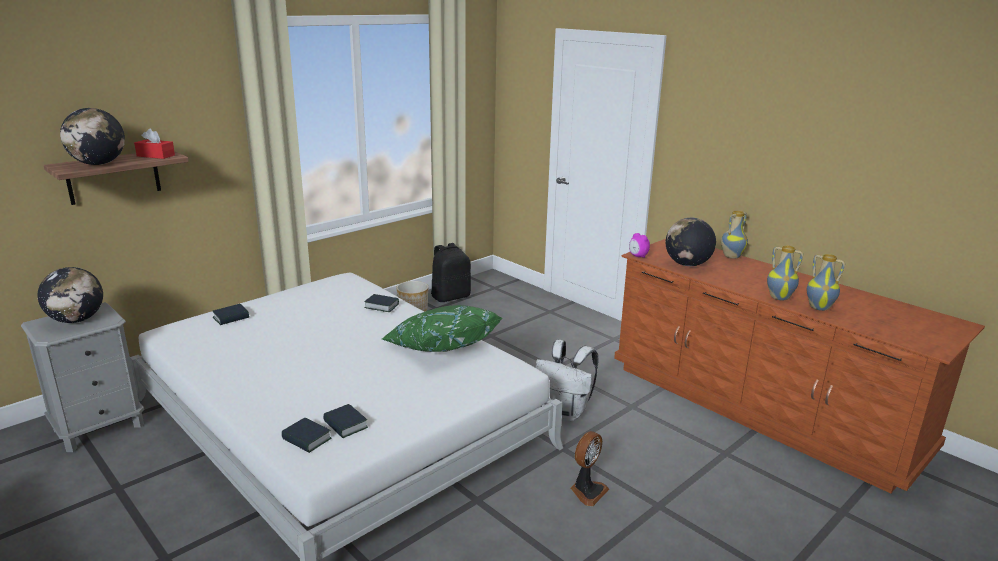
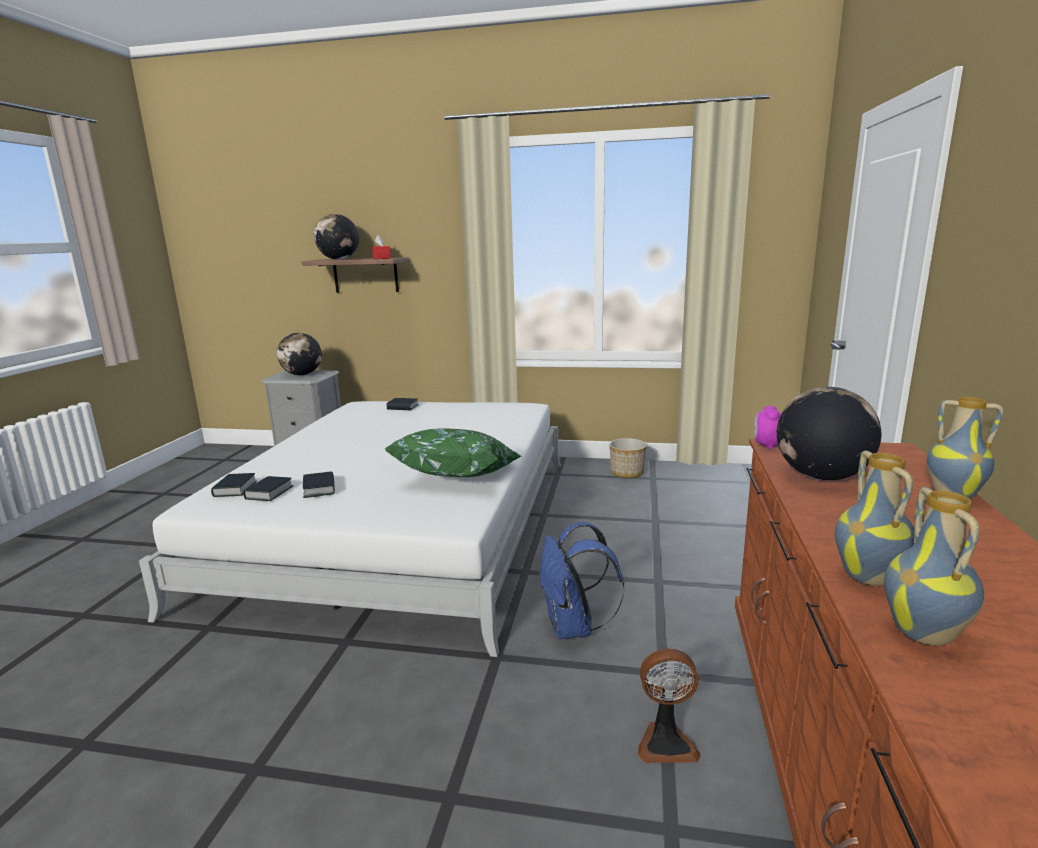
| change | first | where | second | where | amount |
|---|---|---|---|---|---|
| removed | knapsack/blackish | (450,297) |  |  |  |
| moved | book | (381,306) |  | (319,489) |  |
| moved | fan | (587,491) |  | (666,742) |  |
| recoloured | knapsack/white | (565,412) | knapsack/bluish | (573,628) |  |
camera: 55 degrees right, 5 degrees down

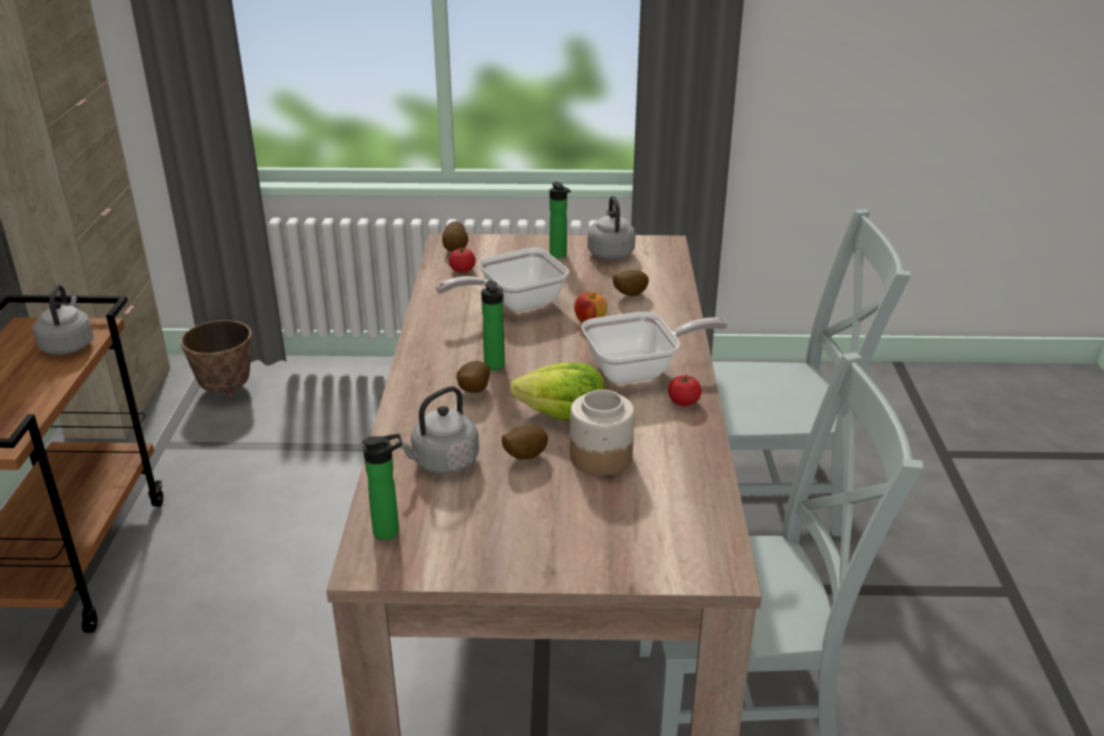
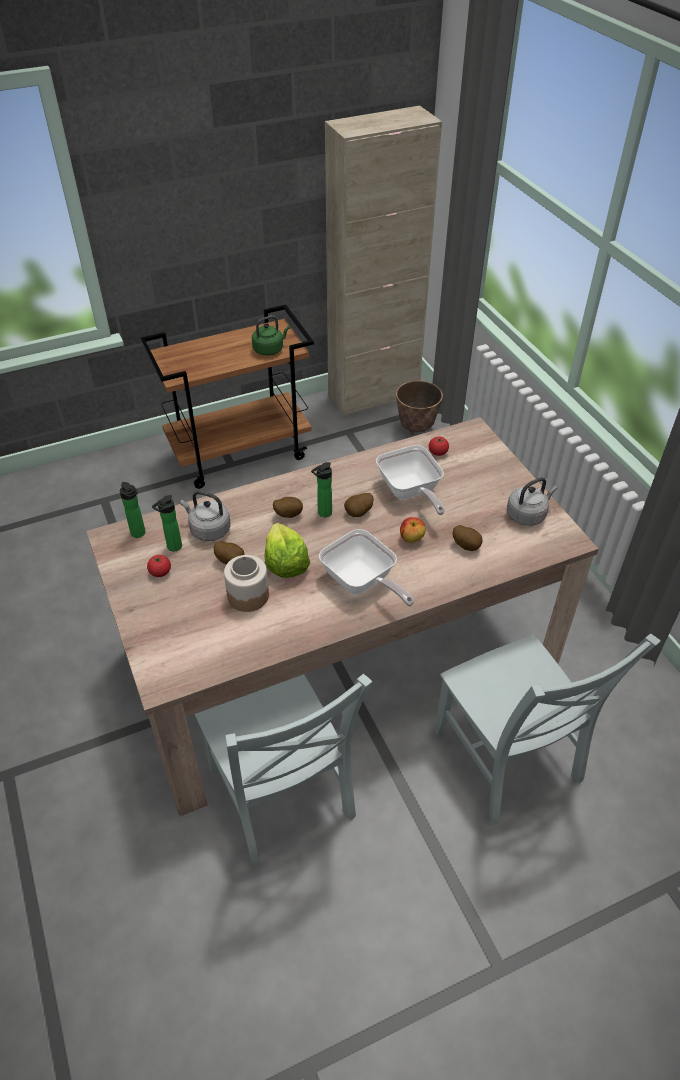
| change | first | where | second | where | amount |
|---|---|---|---|---|---|
| moved | potato | (456,250) |  | (359,513) |  |
| moved | bottle | (559,255) |  | (172,547) |  |
| moved | fresh tomato | (683,402) |  | (160,572) |  |
| recoloured | tea kettle/grey | (68,345) | tea kettle/green-coloured | (269,349) |  |
| turned | frying pan | (514,303) |  | (410,493) | 150 degrees counterclockwise |
camera: 65 degrees right, 15 degrees up

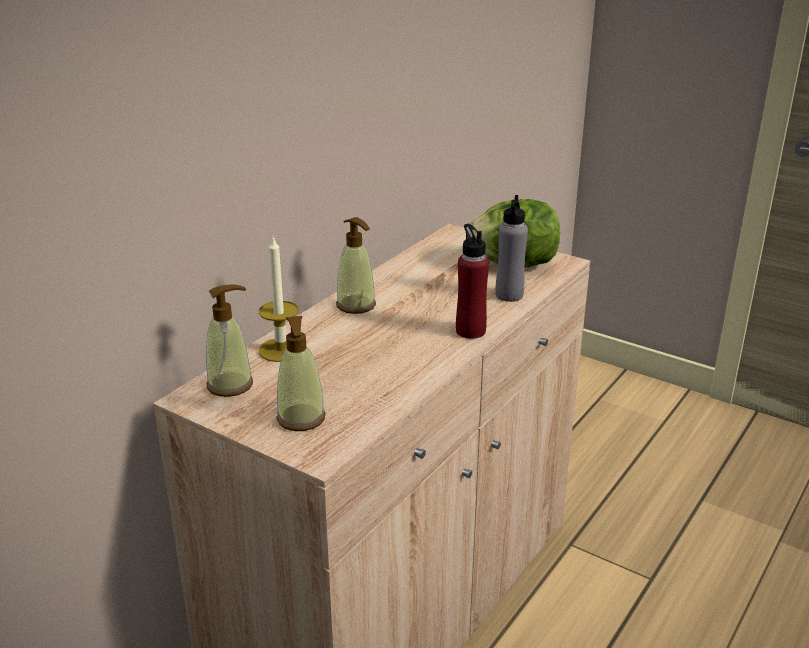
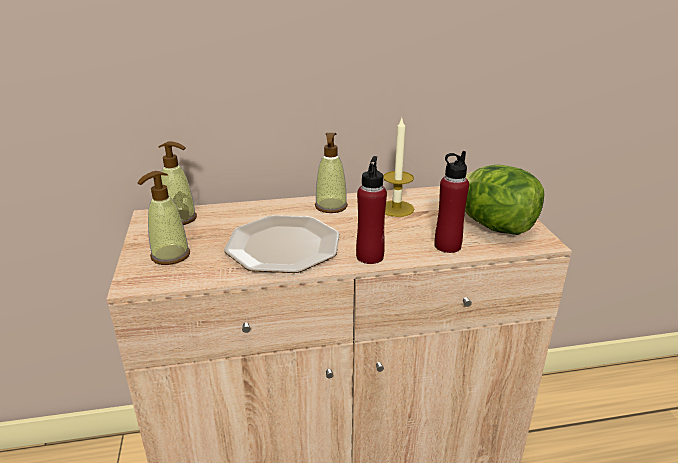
| change | first | where | second | where | amount |
|---|---|---|---|---|---|
| added |  |  | dinner plate | (284,245) |  |
| moved | wax light | (281,350) |  | (396,208) |  |
| recoloured | bottle/grey | (509,295) | bottle/red-coloured | (447,246) |  |
camera: 45 degrees right, 0 degrees up

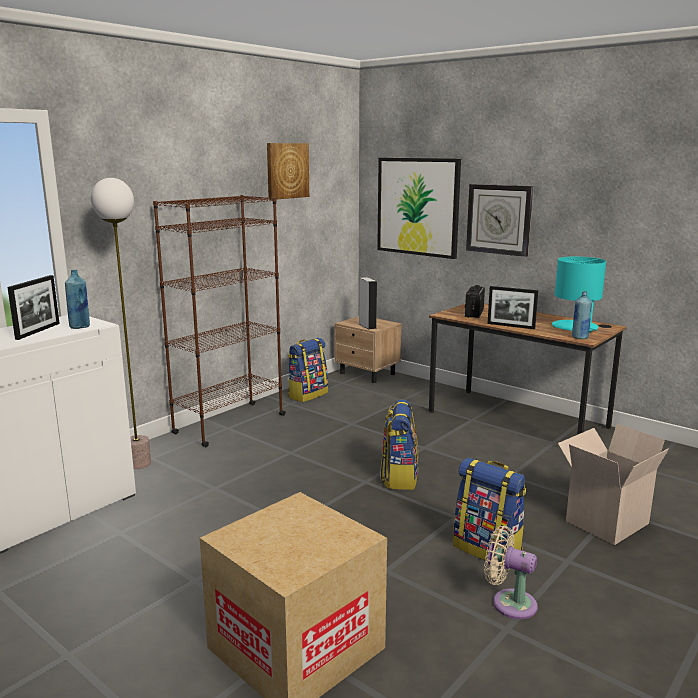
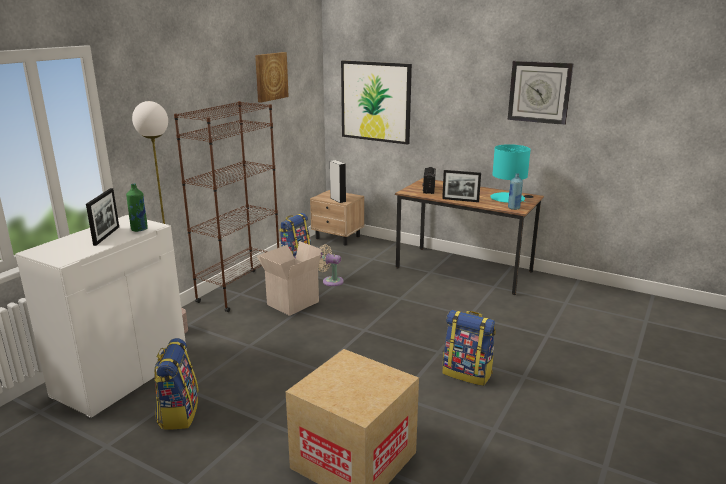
| change | first | where | second | where | amount |
|---|---|---|---|---|---|
| moved | knapsack | (399,477) |  | (178,413) |  |
| moved | wall clock | (499,219) |  | (539,92) |  |
| moved | fan/beige | (509,603) |  | (330,281) |  |
| moved | cardboard box | (605,521) |  | (292,302) |  |
| recoloured | bottle/bluish | (80,327) | bottle/green-coloured | (139,229) |  |
camera: 10 degrees left, 5 degrees up

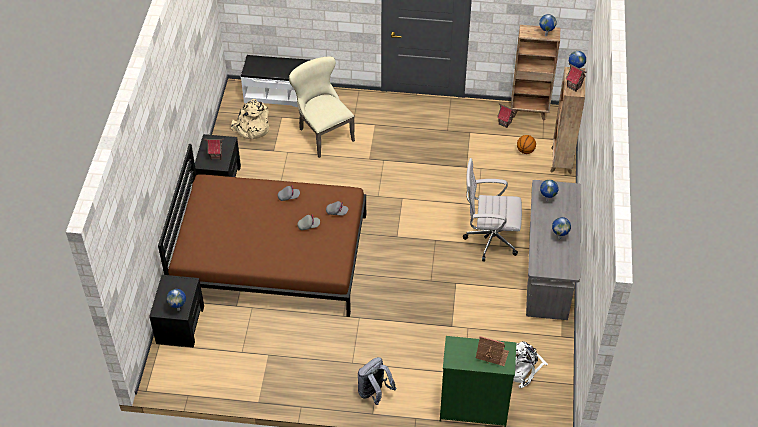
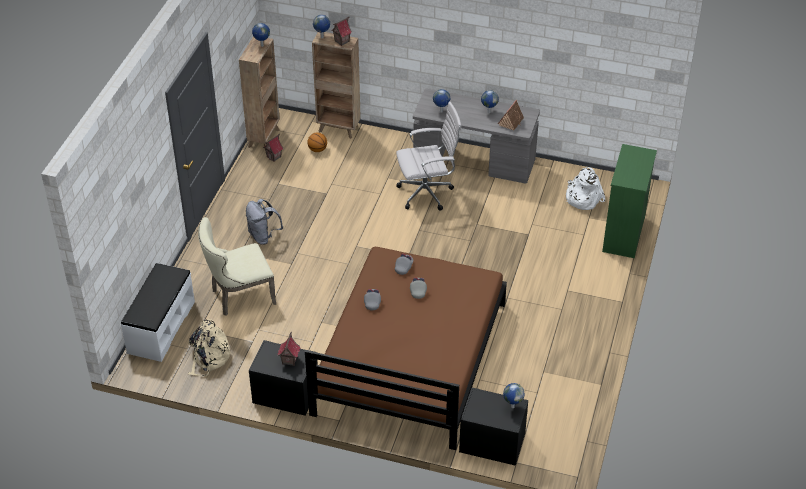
| change | first | where | second | where | amount |
|---|---|---|---|---|---|
| moved | knapsack/grey | (374,393) |  | (263,236) |  |
| moved | model house | (492,354) |  | (511,121) |  |
| turned | computer chair/white | (489,240) |  | (428,193) | 120 degrees counterclockwise |
camera: 80 degrees left, 5 degrees down

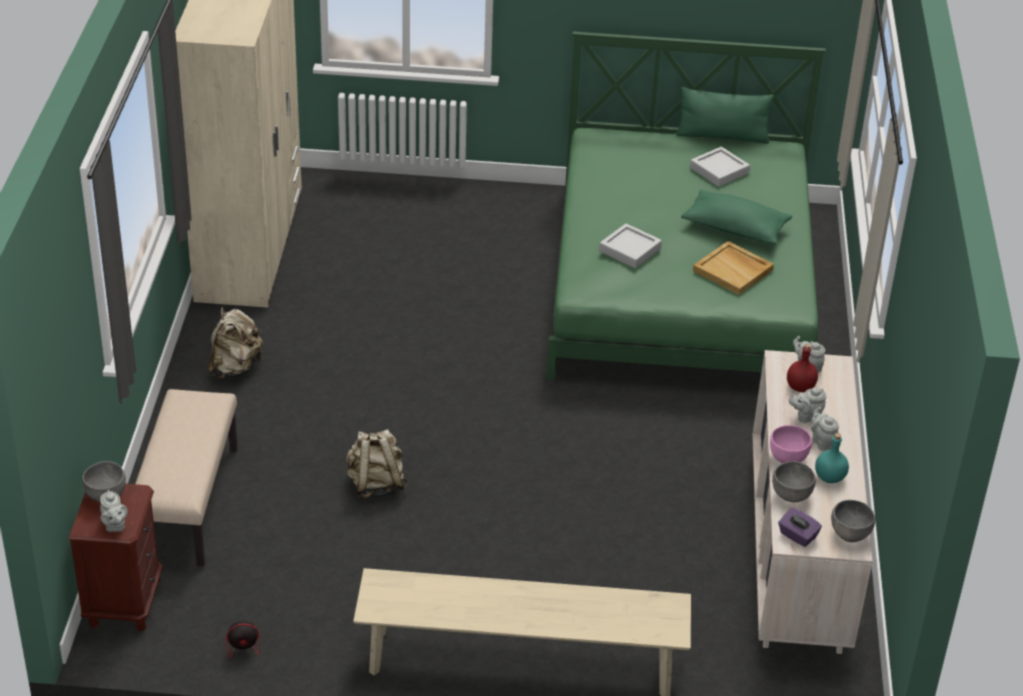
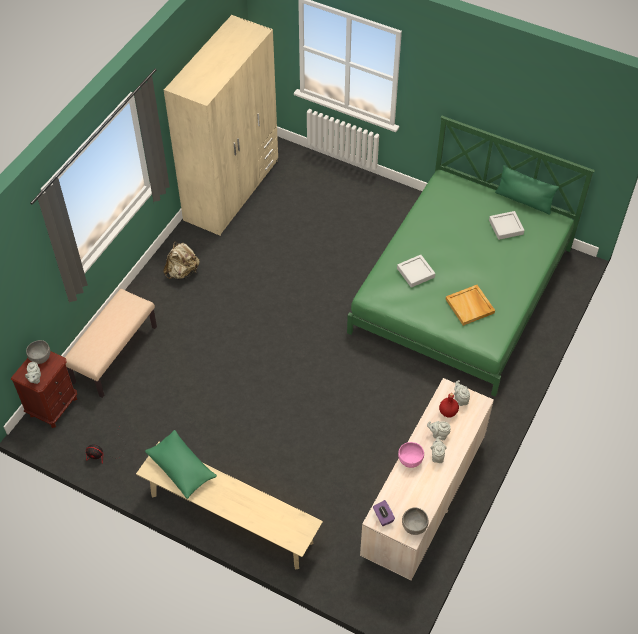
| change | first | where | second | where | amount |
|---|---|---|---|---|---|
| removed | knapsack/beige | (375,485) |  |  |  |
| removed | bowl/grey | (791,495) |  |  |  |
| removed | bottle/turquoise-coloured | (830,478) |  |  |  |
| moved | cushion/green-coloured | (735,229) |  | (181,468) |  |
camera: 25 degrees right, 15 degrees up

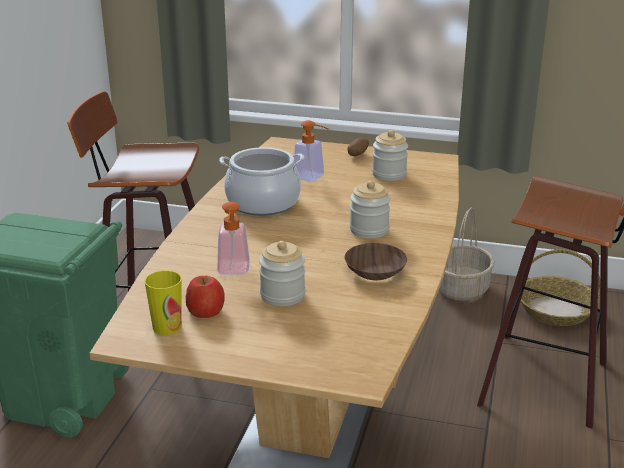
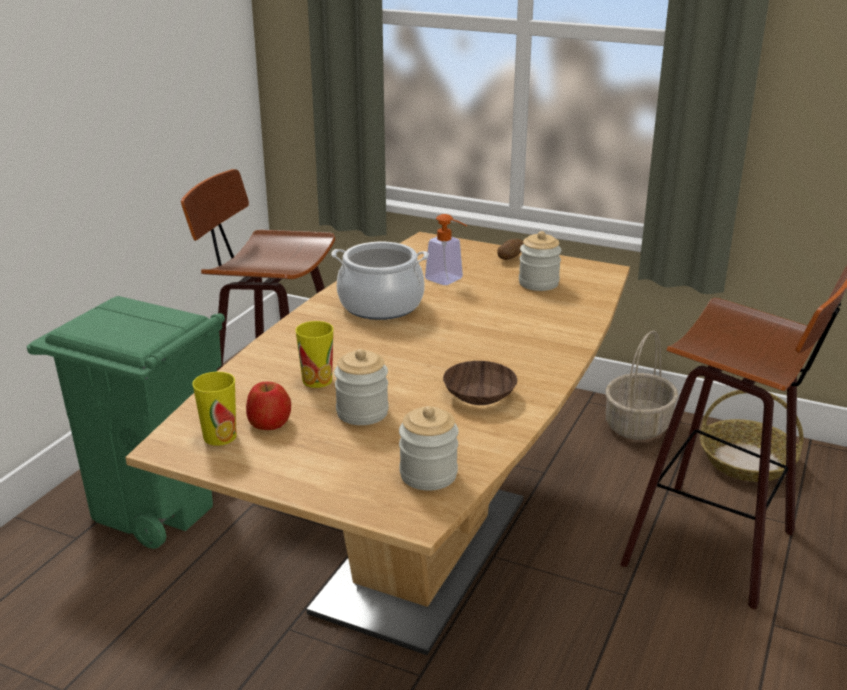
| change | first | where | second | where | amount |
|---|---|---|---|---|---|
| moved | storage jar | (369,230) |  | (428,474) |  |
| replaced | soap dispenser | (233,271) | small cup | (317,380) |  |
camera: 10 degrees right, 0 degrees up

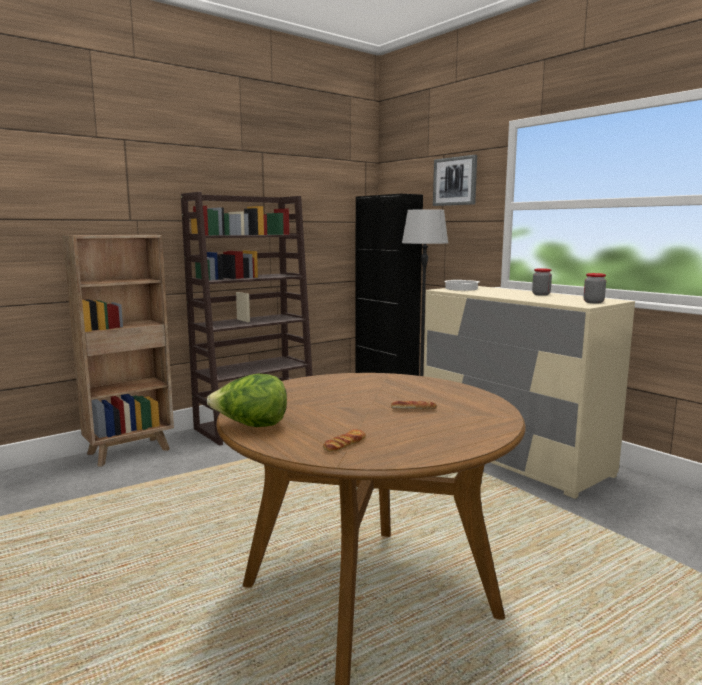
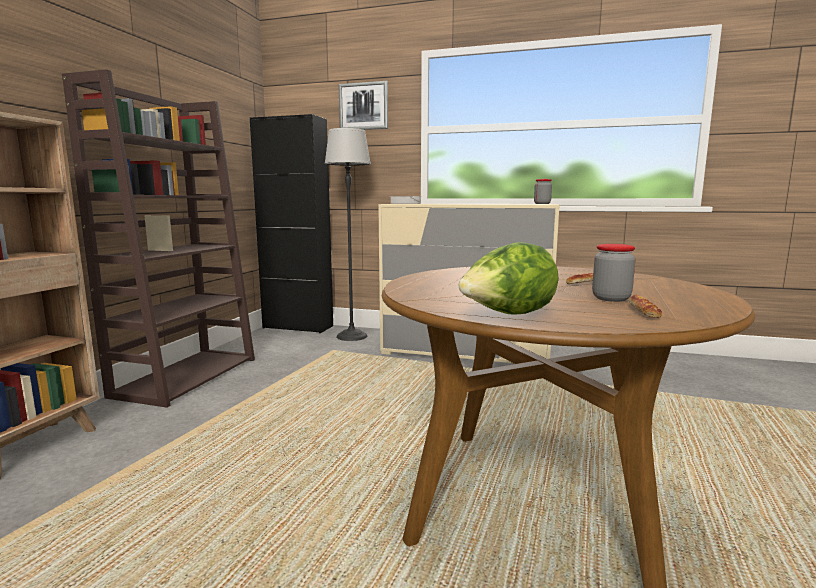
| change | first | where | second | where | amount |
|---|---|---|---|---|---|
| moved | storage jar | (541,294) |  | (611,298) |  |
camera: 35 degrees left, 0 degrees up

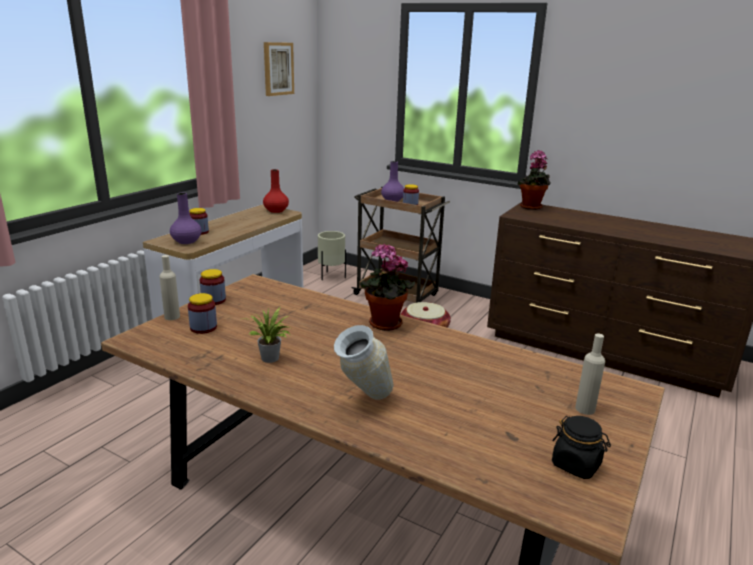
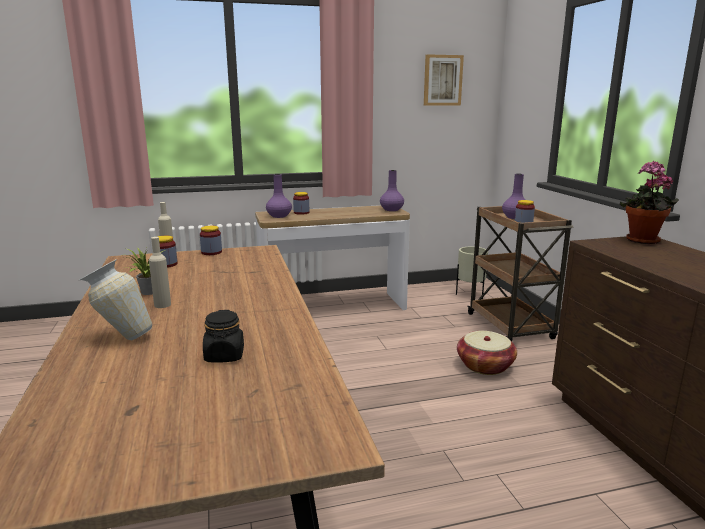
| change | first | where | second | where | amount |
|---|---|---|---|---|---|
| removed | potted plant | (383,325) |  |  |  |
| moved | storage jar/blackish | (576,465) |  | (224,356) |  |
| moved | bottle/beige | (585,409) |  | (162,305) |  |
| recoloured | decorative vase/red-coloured | (276,210) | decorative vase/purple | (391,210) |  |
camera: 45 degrees right, 5 degrees down

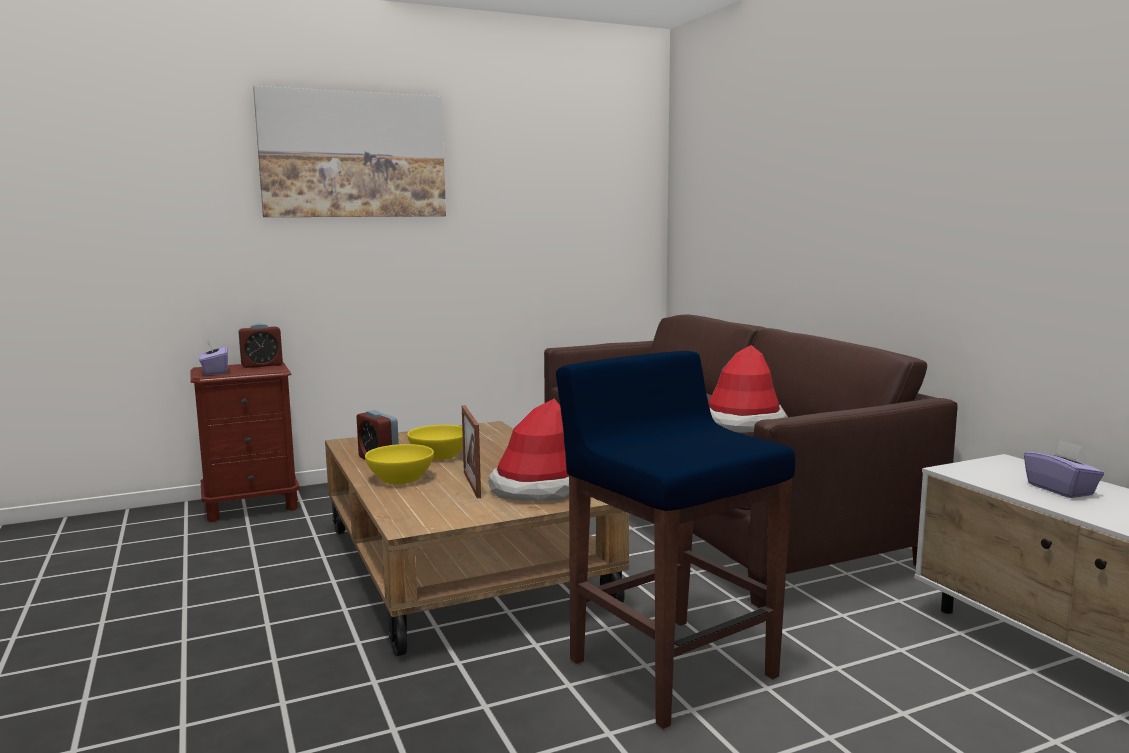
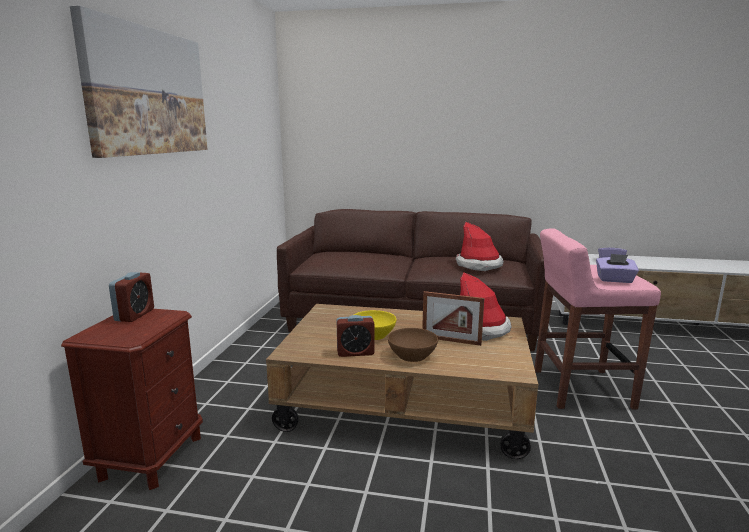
| change | first | where | second | where | amount |
|---|---|---|---|---|---|
| moved | tissue holder/purple | (215,372) |  | (615,280) |  |
| recoloured | bowl/yellow-coloured | (401,478) | bowl/brown | (412,355) |  |
| recoloured | sitting stool/bluish | (670,667) | sitting stool/pinkish | (579,388) |  |
camera: 55 degrees left, 5 degrees up

